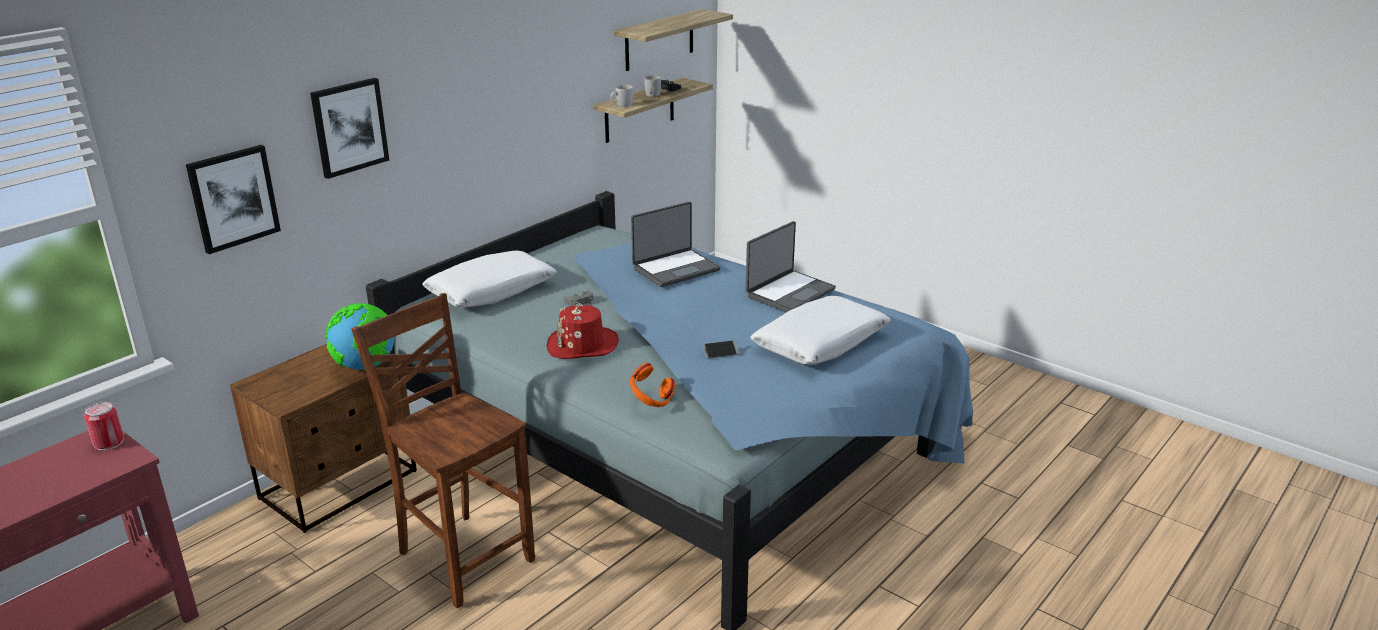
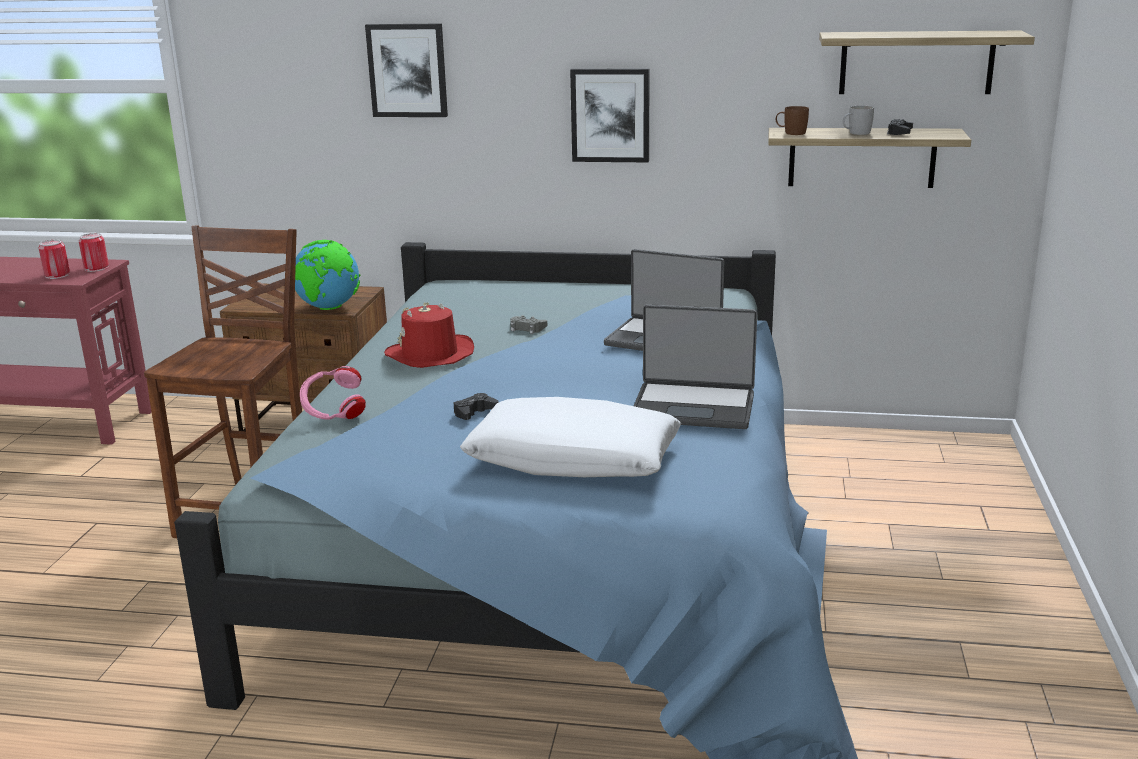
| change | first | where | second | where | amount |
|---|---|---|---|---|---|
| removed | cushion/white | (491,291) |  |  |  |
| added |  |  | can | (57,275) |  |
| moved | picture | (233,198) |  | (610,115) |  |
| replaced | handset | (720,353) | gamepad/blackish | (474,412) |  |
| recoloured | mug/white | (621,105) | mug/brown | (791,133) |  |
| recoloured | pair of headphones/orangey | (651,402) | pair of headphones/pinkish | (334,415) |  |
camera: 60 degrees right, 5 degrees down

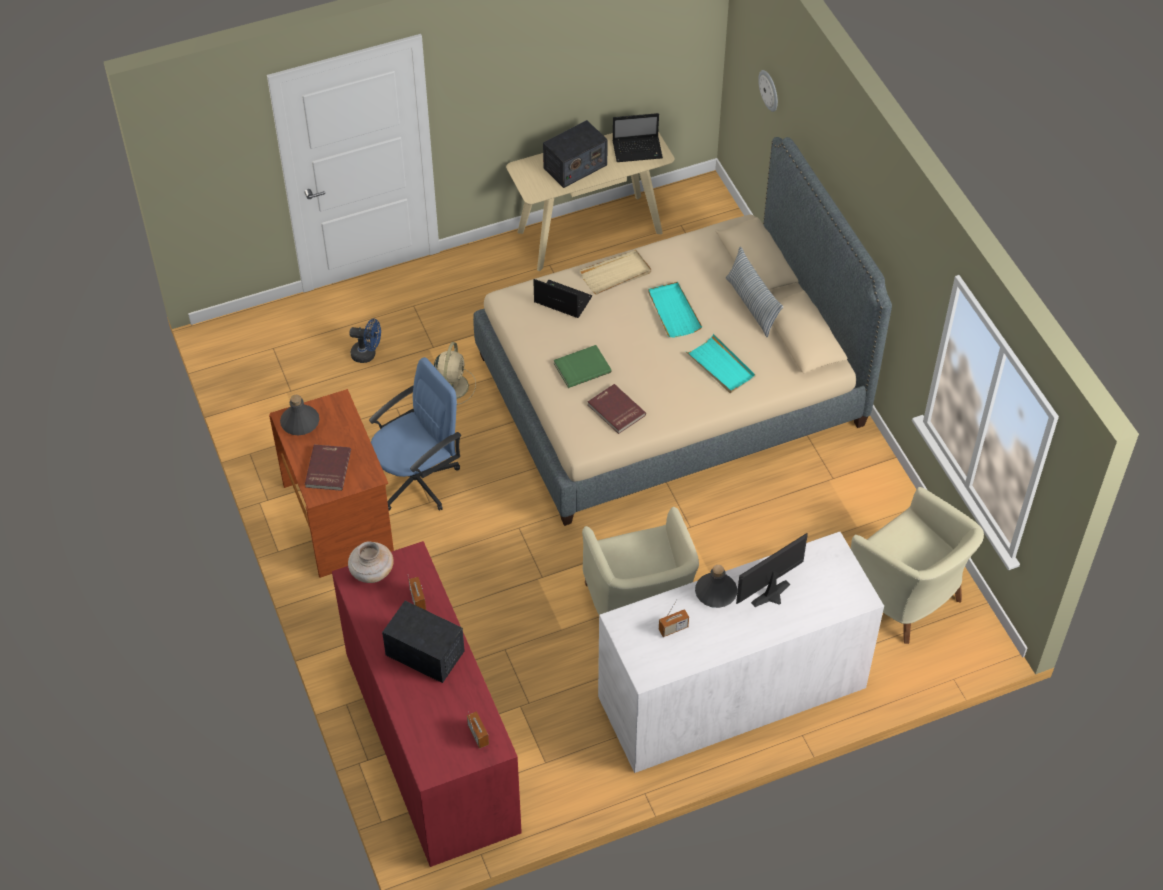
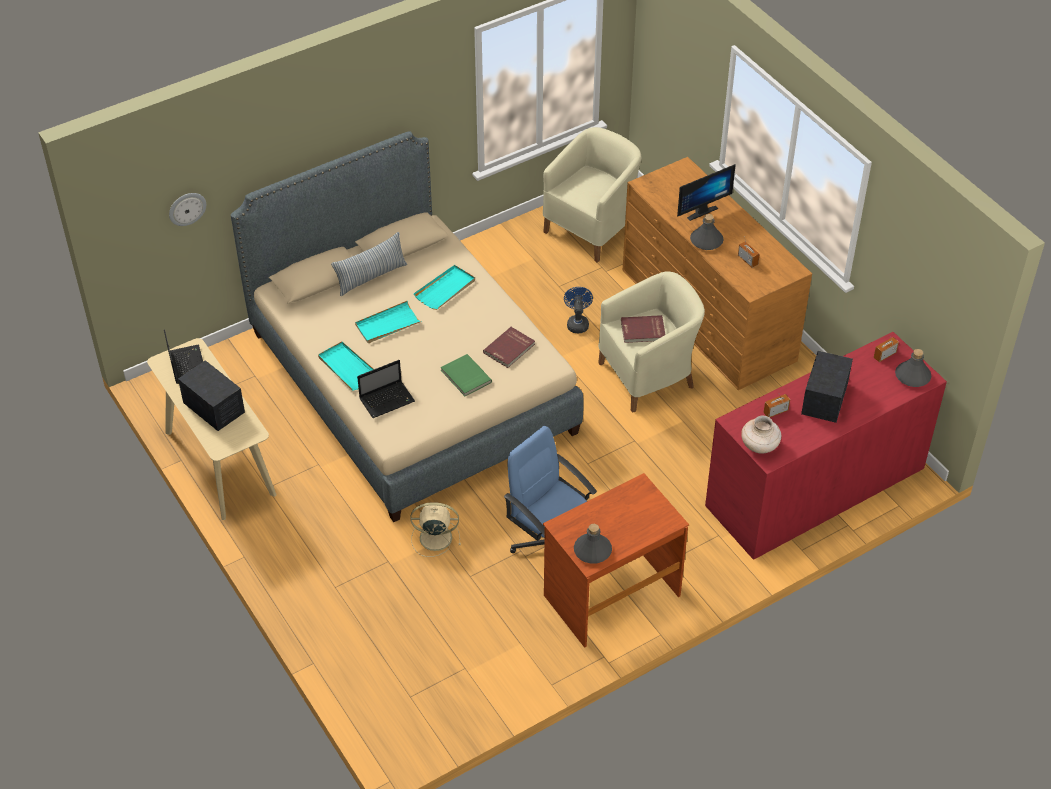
| change | first | where | second | where | amount |
|---|---|---|---|---|---|
| added |  |  | bottle/grey | (912,376) |  |
| moved | book/red-coloured | (327,469) |  | (643,331) |  |
| moved | fan/bluish | (367,354) |  | (577,323) |  |
| recoloured | tray/beige | (616,274) | tray/turquoise-coloured | (347,368) |  |
| recoloured | drawer chest/white | (732,692) | drawer chest/brown | (708,315) |  |
| turned | laptop | (561,300) |  | (388,400) | 135 degrees counterclockwise |
| turned | computer display | (774,597) |  | (700,210) | 75 degrees counterclockwise |
camera: 100 degrees left, 5 degrees down

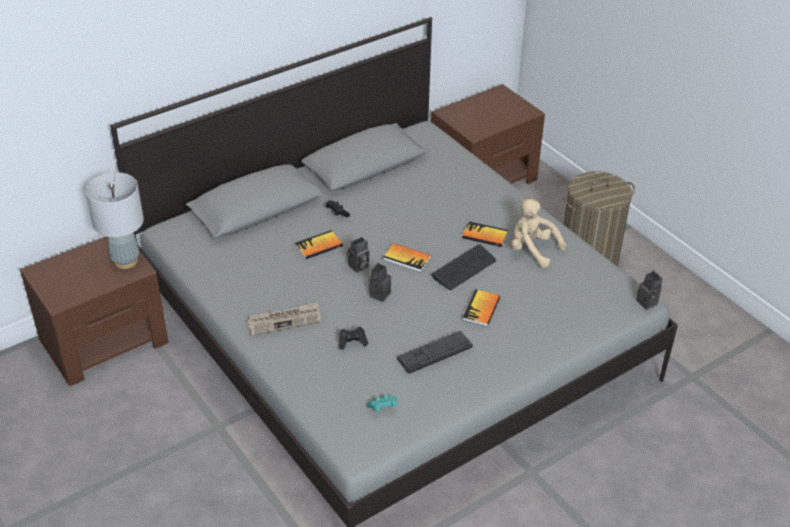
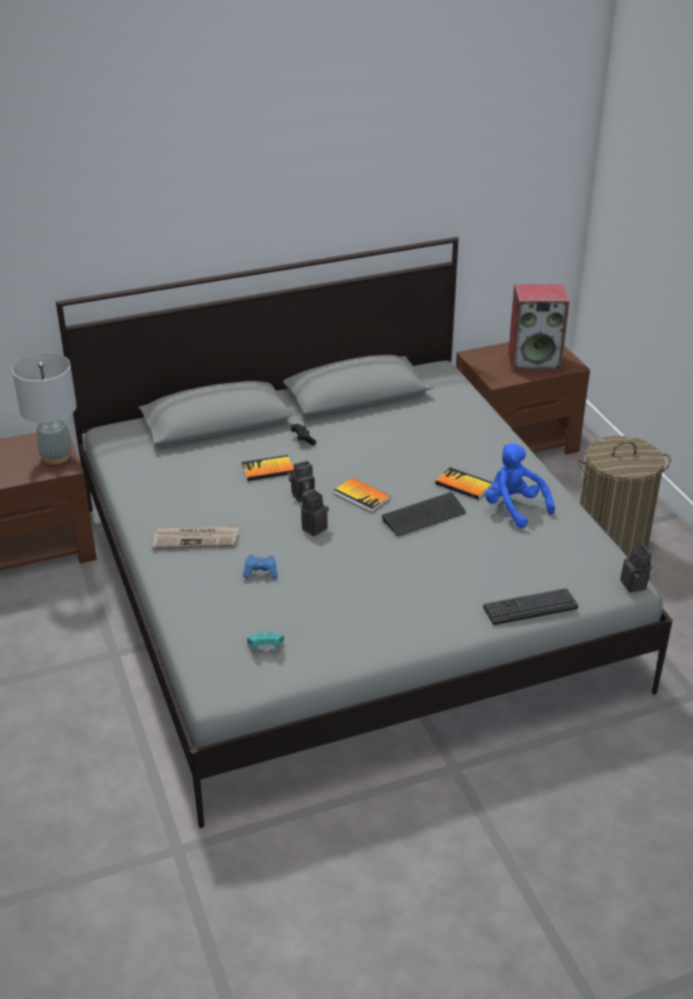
| change | first | where | second | where | amount |
|---|---|---|---|---|---|
| removed | book | (481,309) |  |  |  |
| added |  |  | speaker | (535,361) |  |
| moved | PC keyboard | (435,352) |  | (530,607) |  |
| recoloured | gamepad/blackish | (352,342) | gamepad/bluish | (261,572) |  |
| recoloured | plush toy/beige | (532,250) | plush toy/bluish | (514,508) |  |
camera: 15 degrees right, 5 degrees down

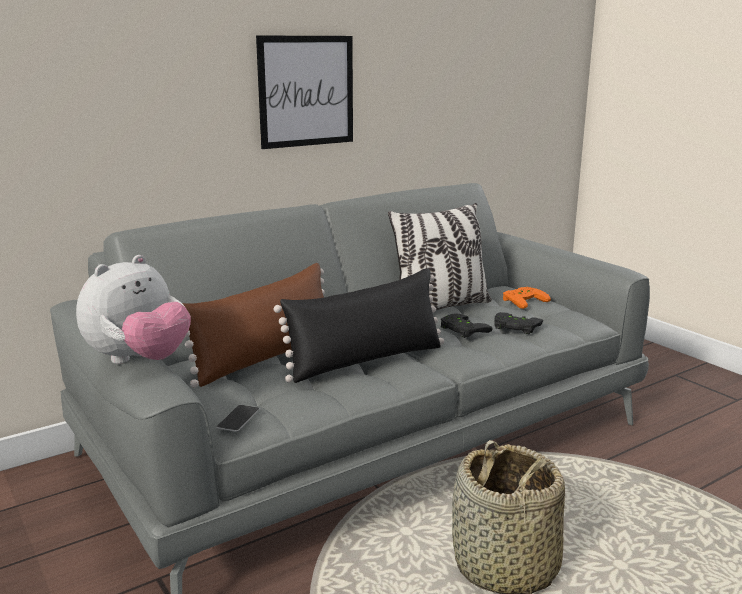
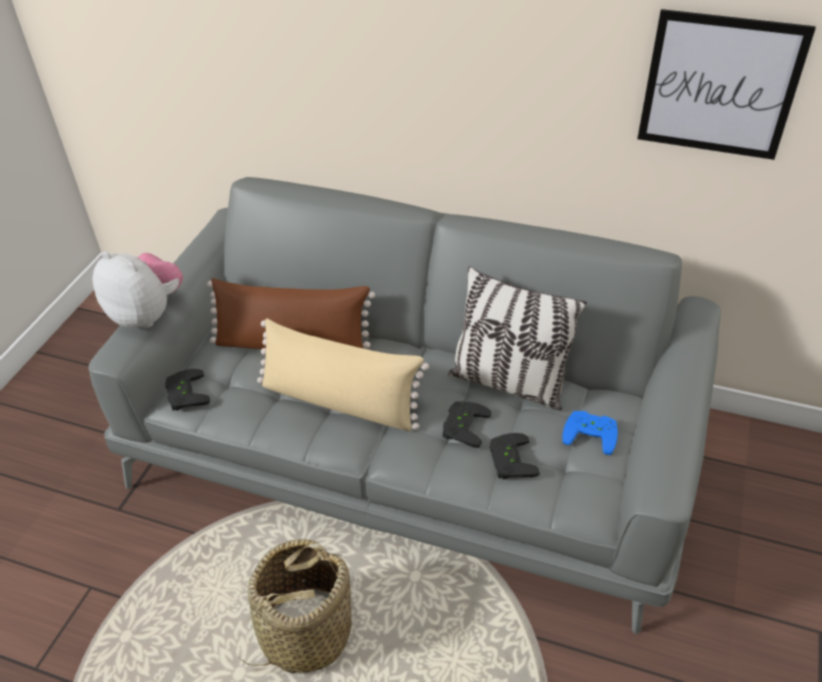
| change | first | where | second | where | amount |
|---|---|---|---|---|---|
| moved | picture | (306,91) |  | (719,86) |  |
| replaced | handset | (238,418) | gamepad/blackish | (184,393) |  |
| recoloured | cushion/blackish | (366,360) | cushion/beige | (340,401) |  |
| recoloured | gamepad/orangey | (523,300) | gamepad/bluish | (591,432) |  |
| turned | plush toy | (139,360) |  | (148,314) | 150 degrees counterclockwise |
camera: 55 degrees right, 25 degrees up

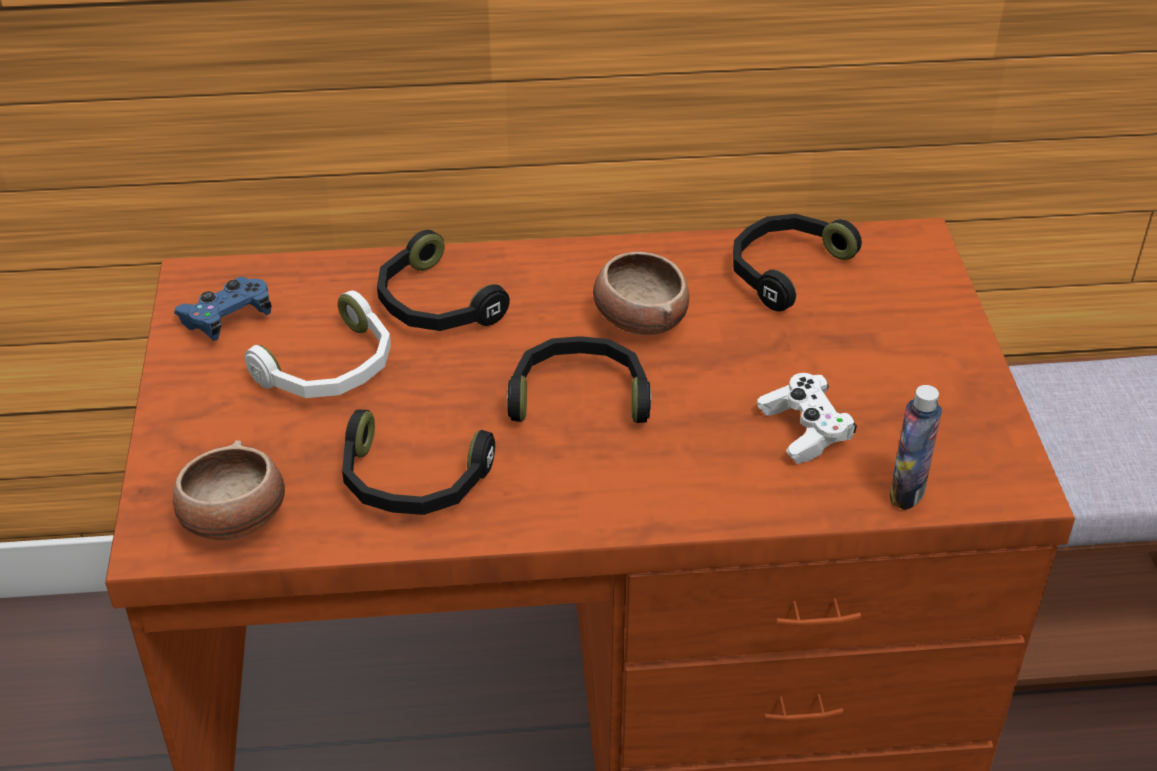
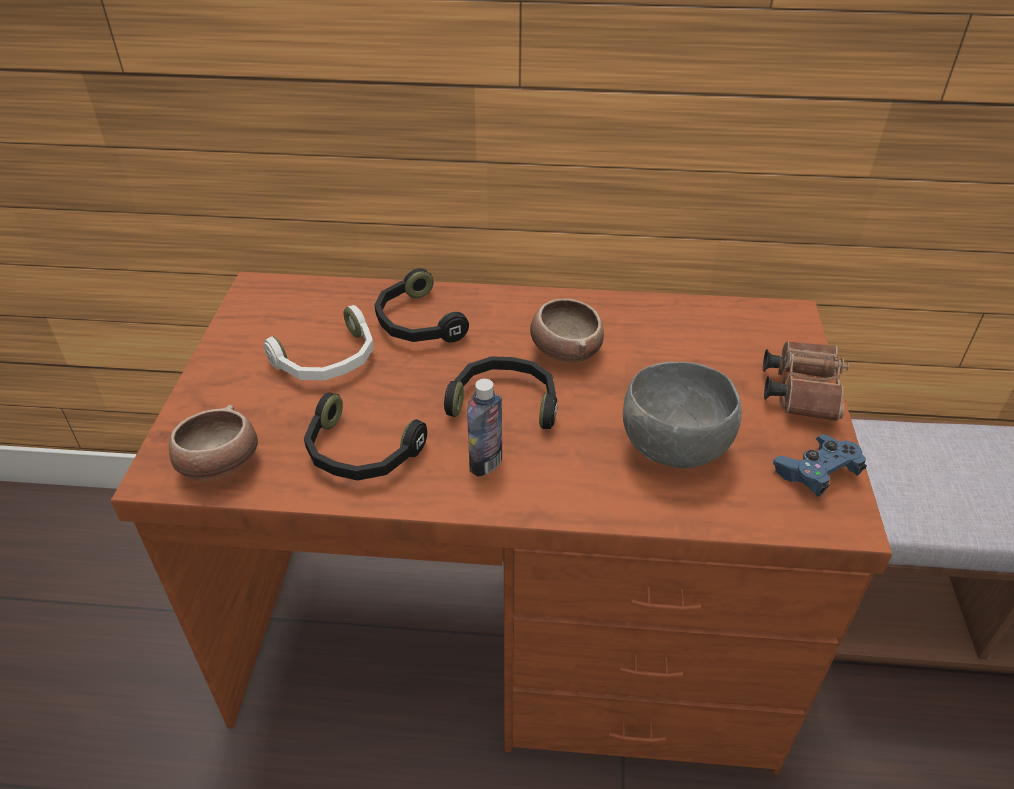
| change | first | where | second | where | amount |
|---|---|---|---|---|---|
| removed | pair of headphones/blackish | (784,269) |  |  |  |
| added |  |  | pair of binoculars/brown | (800,391) |  |
| moved | gamepad/bluish | (227,319) |  | (816,473) |  |
| moved | bottle | (907,492) |  | (486,463) |  |
| replaced | gamepad/white | (804,430) | bowl/grey | (675,451) |  |
camera: 10 degrees right, 0 degrees up

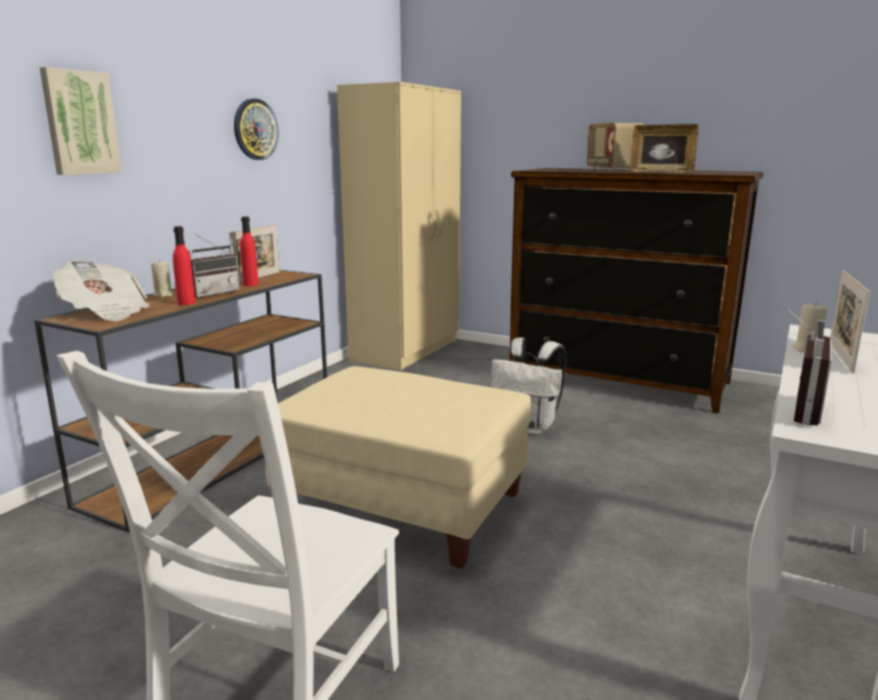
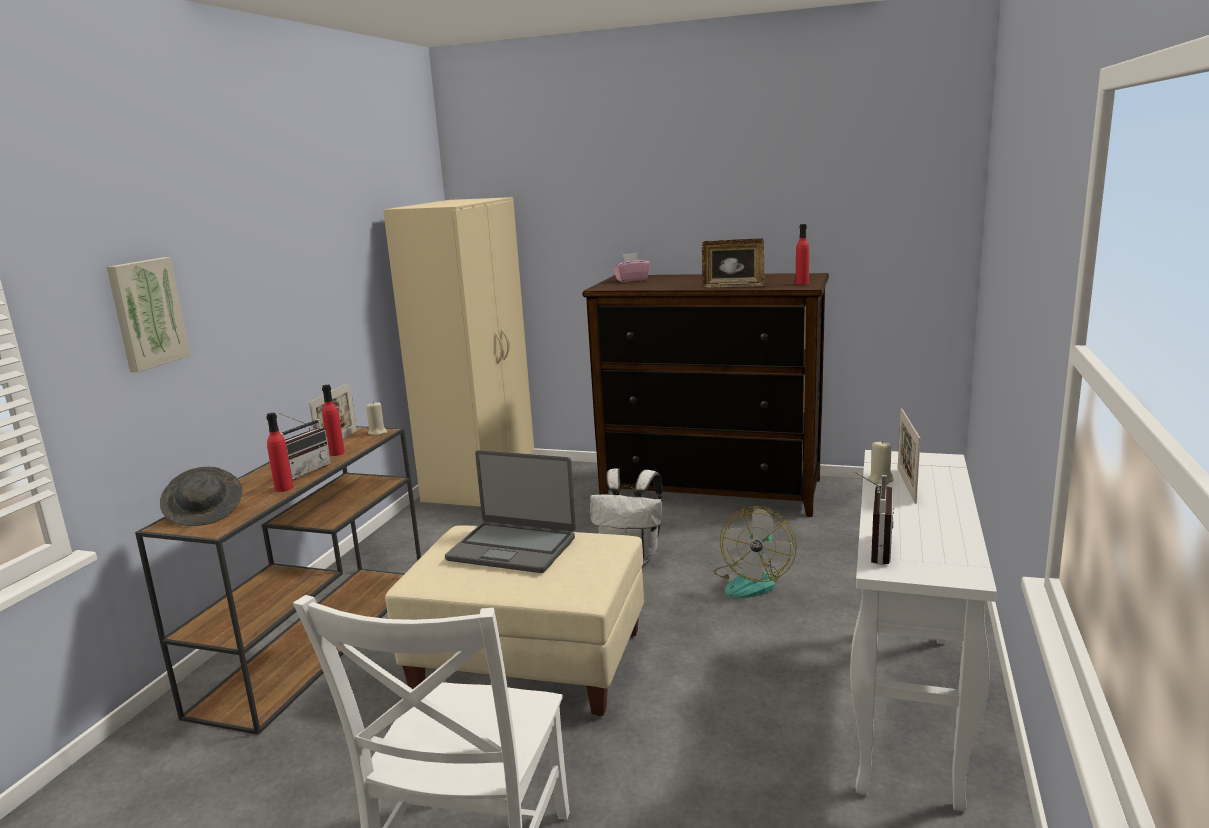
| change | first | where | second | where | amount |
|---|---|---|---|---|---|
| removed | wall clock | (255,129) |  |  |  |
| removed | radio set | (611,170) |  |  |  |
| added |  |  | laptop | (512,548) |  |
| added |  |  | tissue holder/pinkish | (631,280) |  |
| added |  |  | fan | (752,581) |  |
| added |  |  | bottle/red-coloured | (802,283) |  |
| moved | wax light/beige | (164,295) |  | (377,432) |  |
| replaced | newspaper | (105,312) | clothing hat/grey | (206,513) |  |
camera: 10 degrees left, 0 degrees up

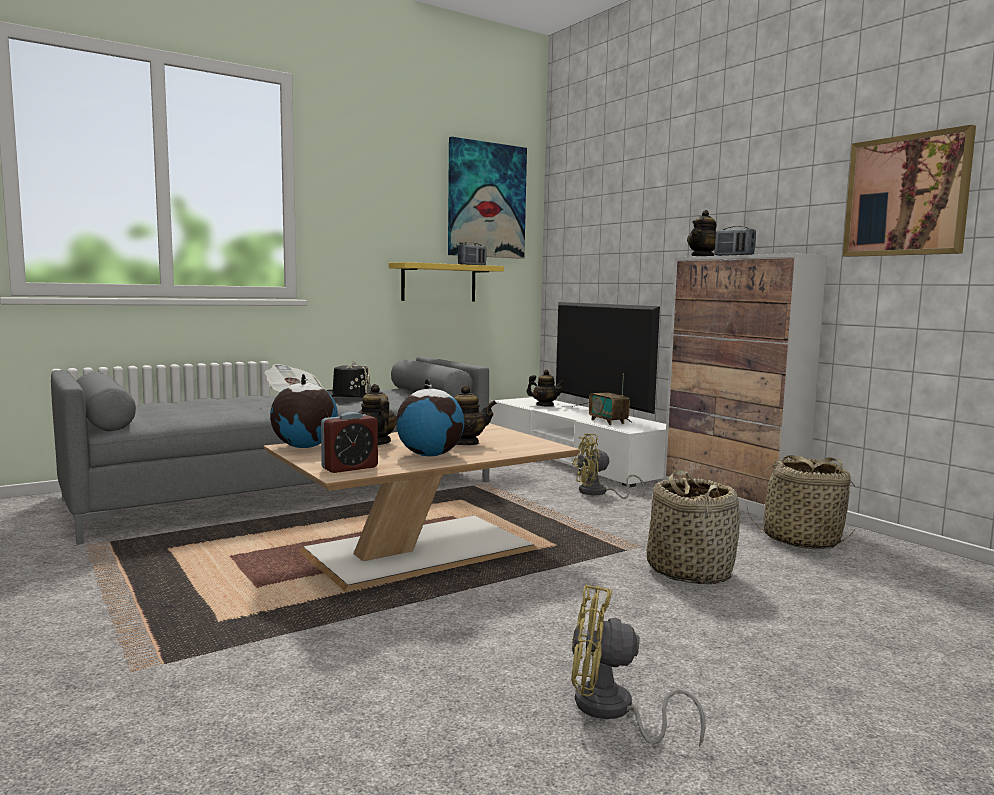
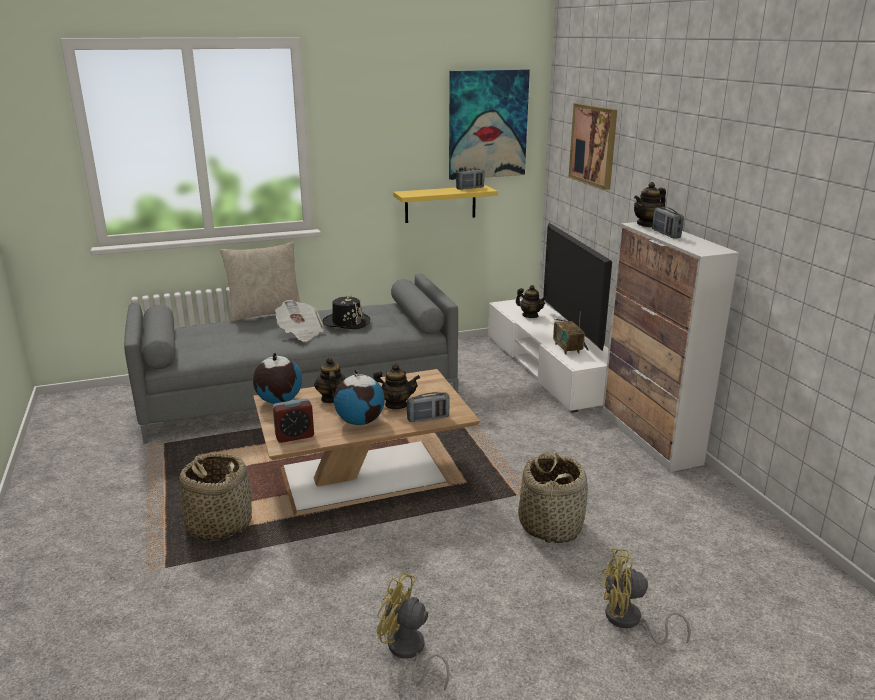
| change | first | where | second | where | amount |
|---|---|---|---|---|---|
| added |  |  | cushion/beige | (265,313) |  |
| added |  |  | radio set | (428,418) |  |
| moved | fan/yellow-coloured | (598,493) |  | (629,621) |  |
| moved | household basket | (801,540) |  | (219,524) |  |
| moved | picture | (906,196) |  | (593,145) |  |
camera: 15 degrees right, 15 degrees up

